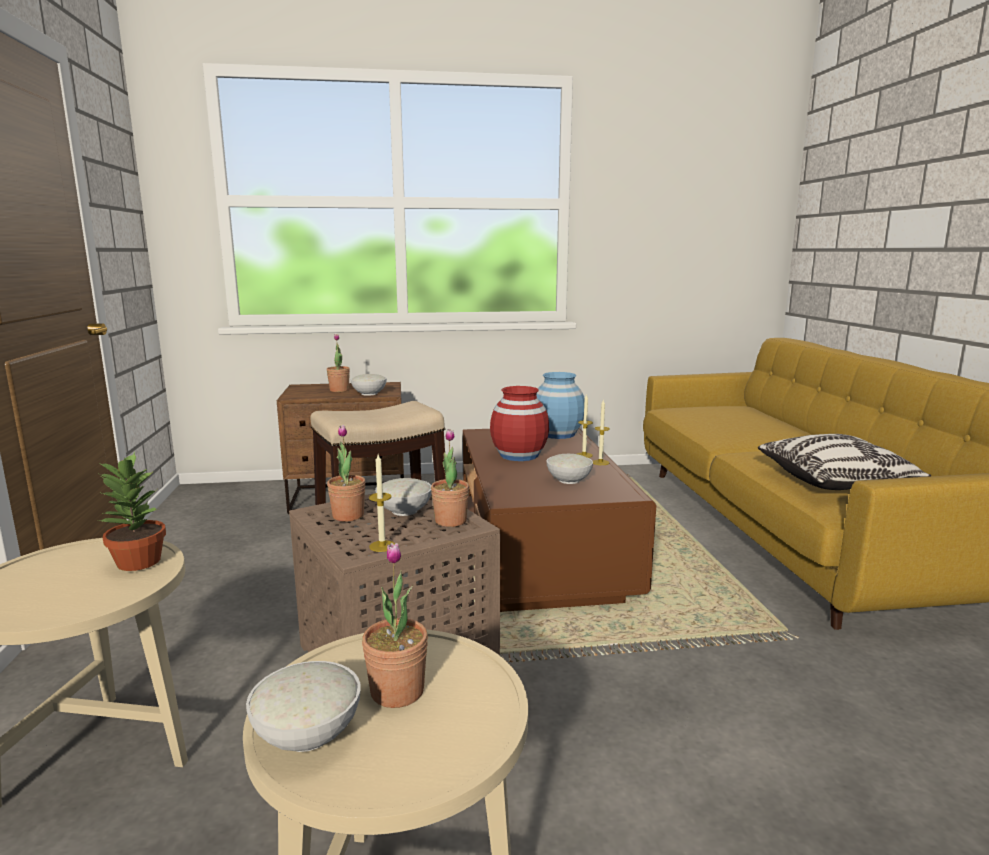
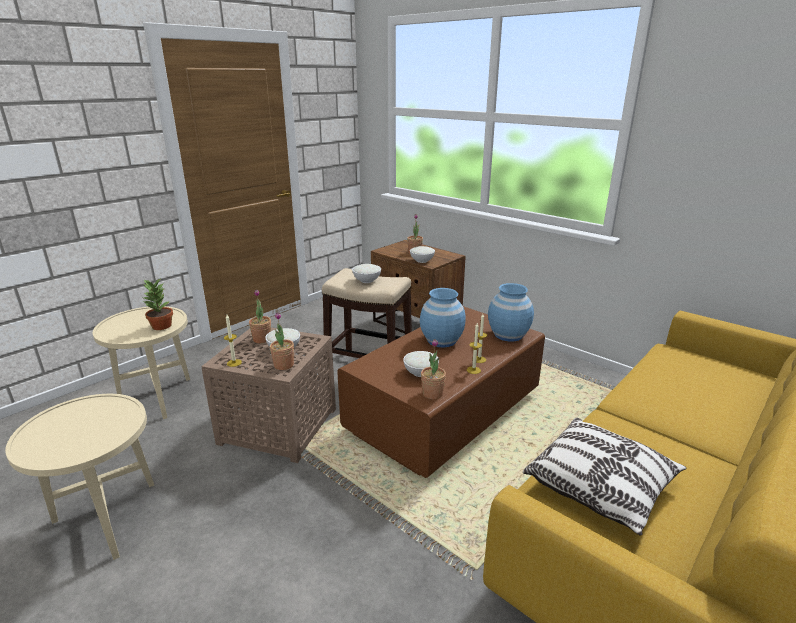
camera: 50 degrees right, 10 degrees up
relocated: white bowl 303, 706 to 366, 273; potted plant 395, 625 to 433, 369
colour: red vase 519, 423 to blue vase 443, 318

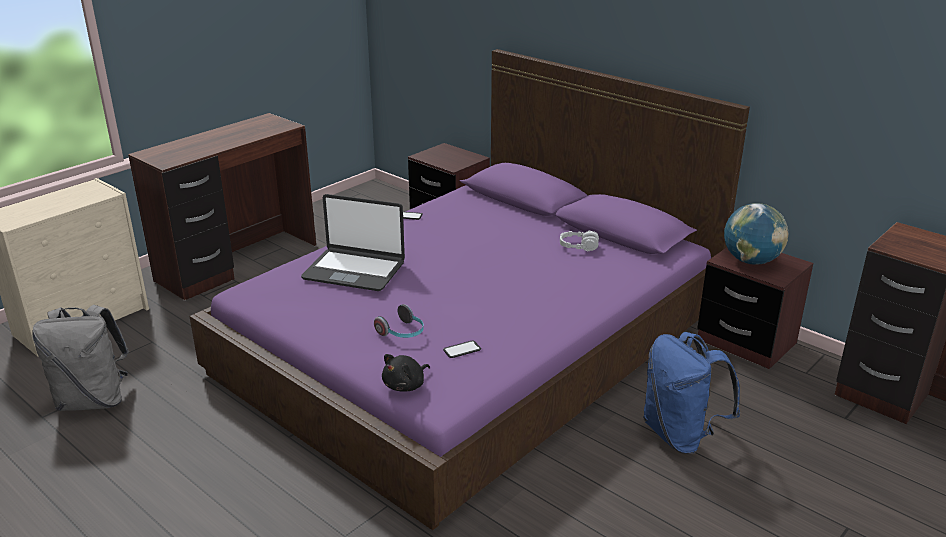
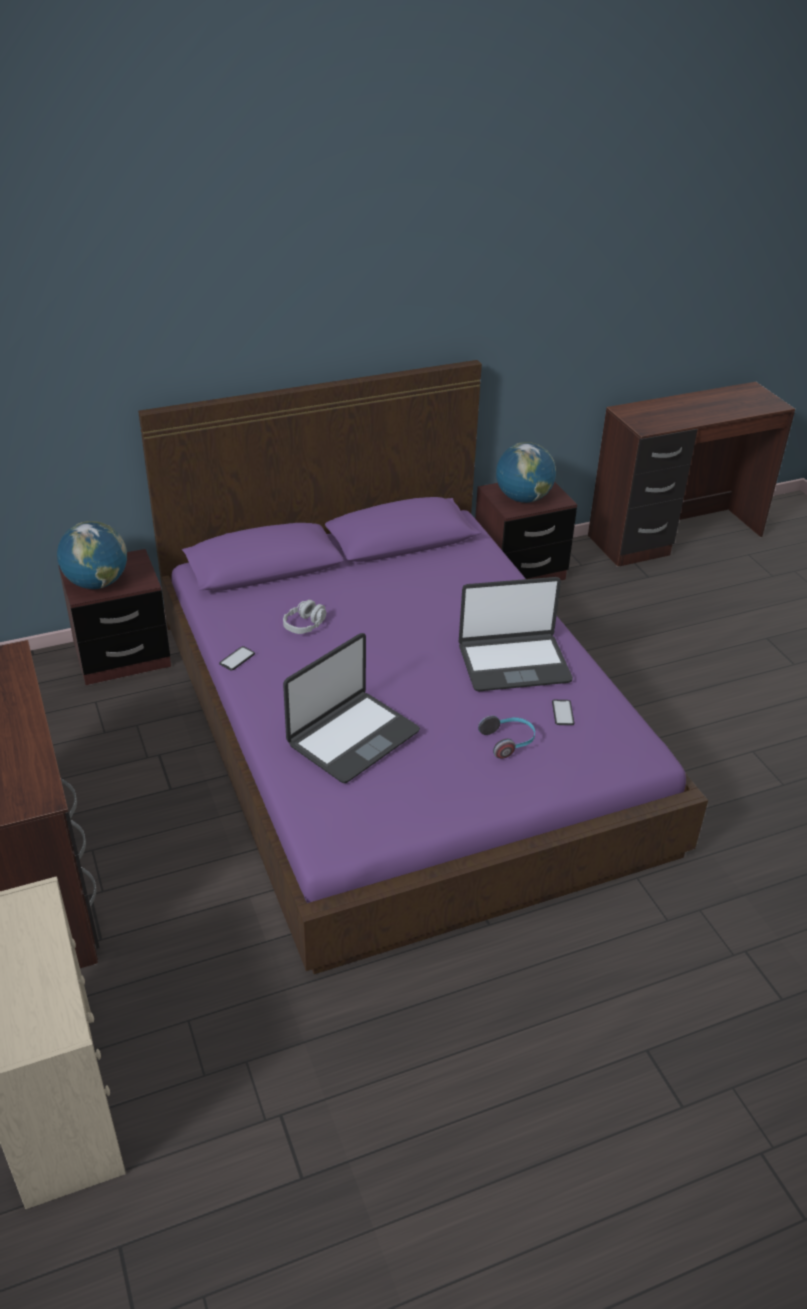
camera: 65 degrees left, 10 degrees up
missing: grey backpack 80, 358; black plush toy 406, 373; blue backpack 691, 393
appeared: globe 92, 555; laptop 516, 634
relocated: grey headphones 579, 241 to 305, 616

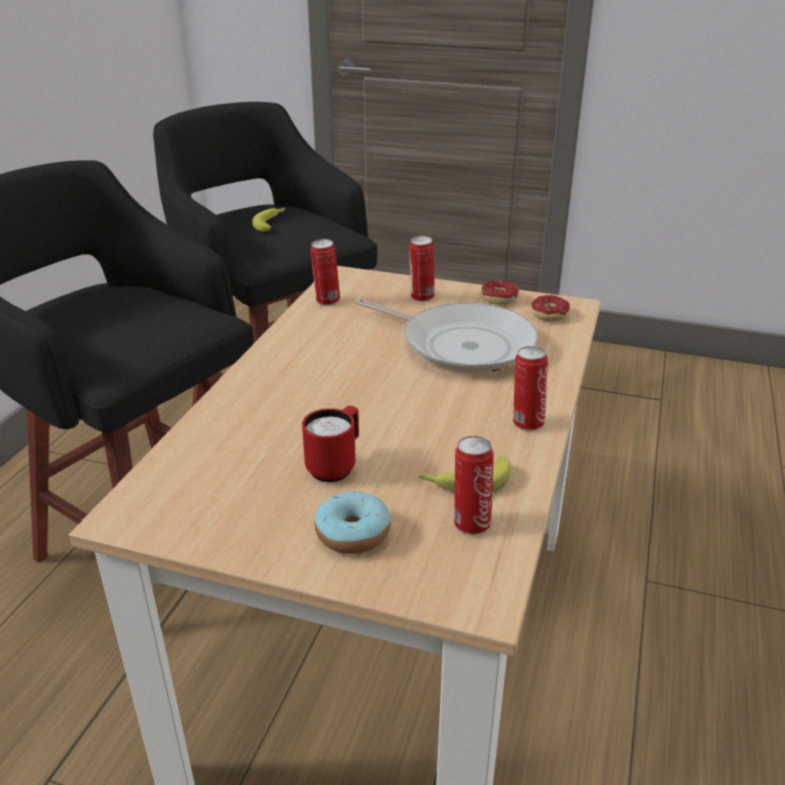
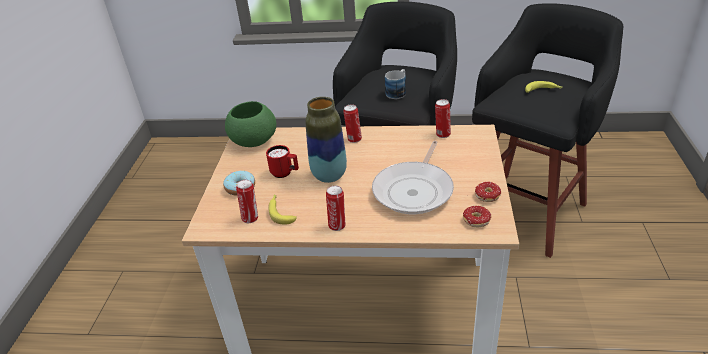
camera: 80 degrees right, 5 degrees up
appeared: green bowl 250, 124; vase 326, 140; mug 395, 84
relocated: can 422, 269 to 352, 124

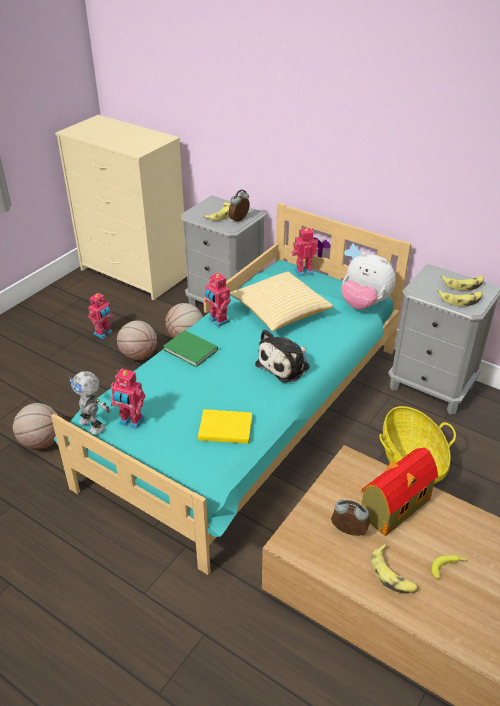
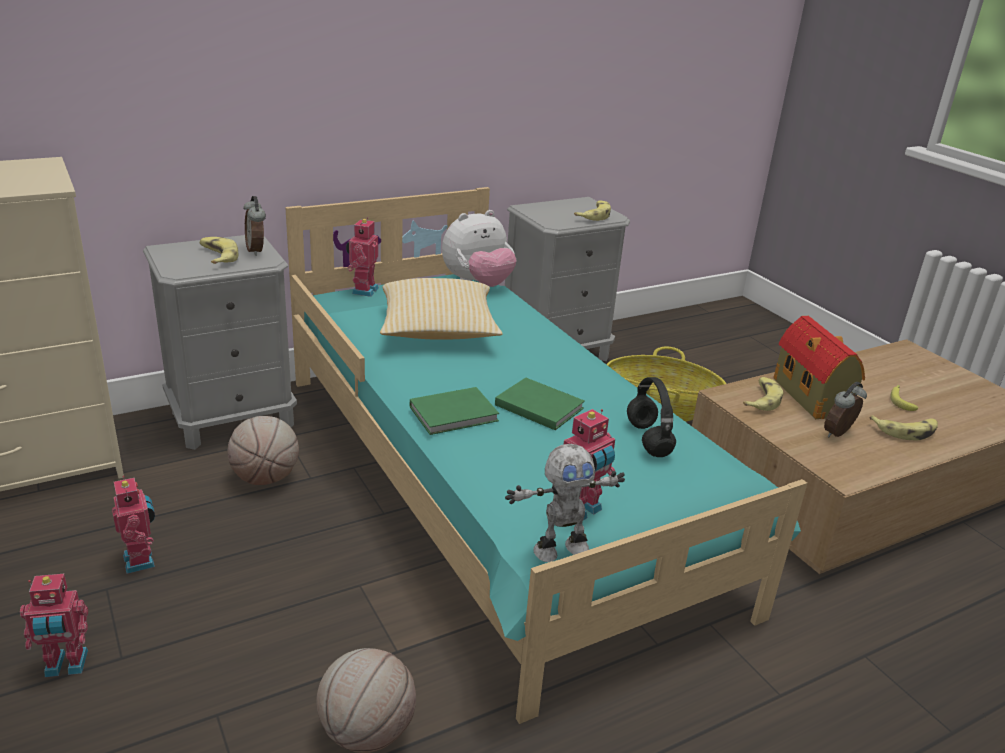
camera: 65 degrees left, 10 degrees down
missing: basketball 137, 340; plush toy 282, 356
appeared: green book 540, 404
relocated: toy robot 217, 299 to 54, 625; banana 462, 283 to 763, 394
exchanged: yellow book 225, 426 to black headphones 651, 417

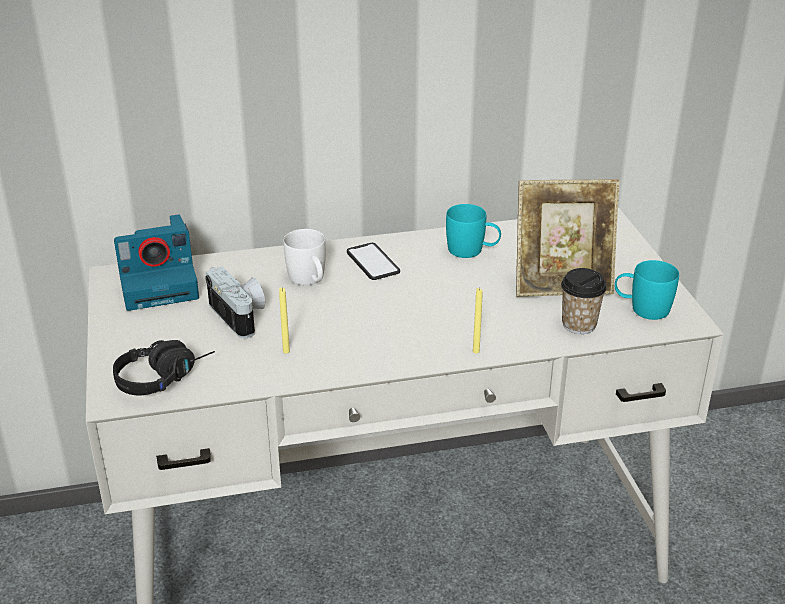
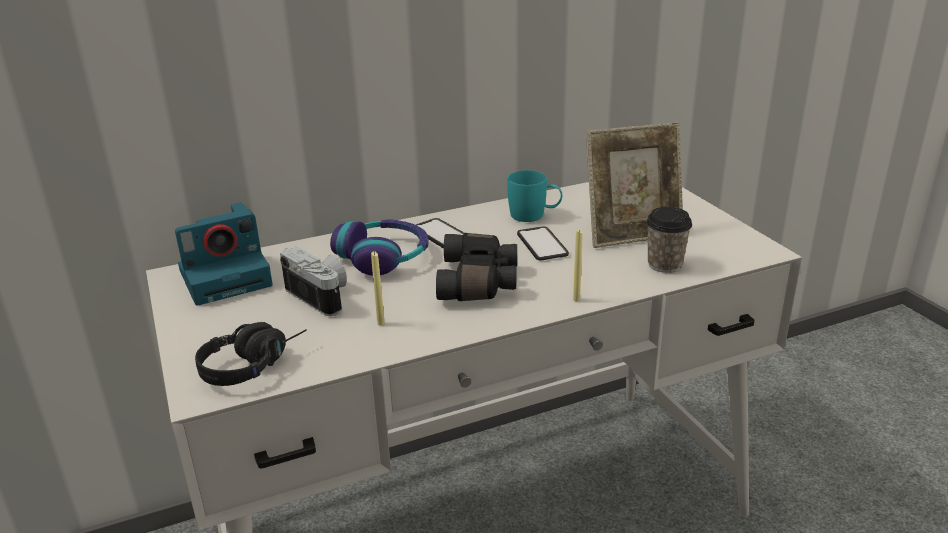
camera: 10 degrees left, 5 degrees down
missing: turquoise mug 647, 290
appeared: black binoculars 476, 267; phone 543, 243
exchanged: white mug 304, 257 to headphones 379, 247

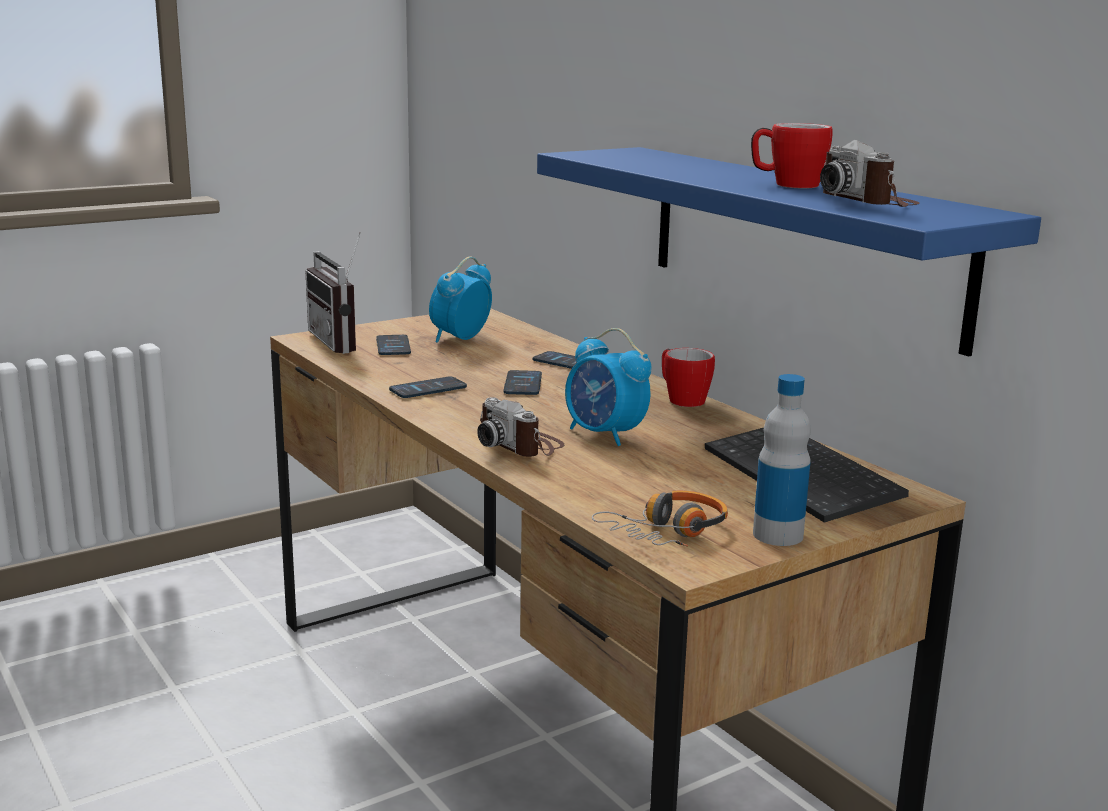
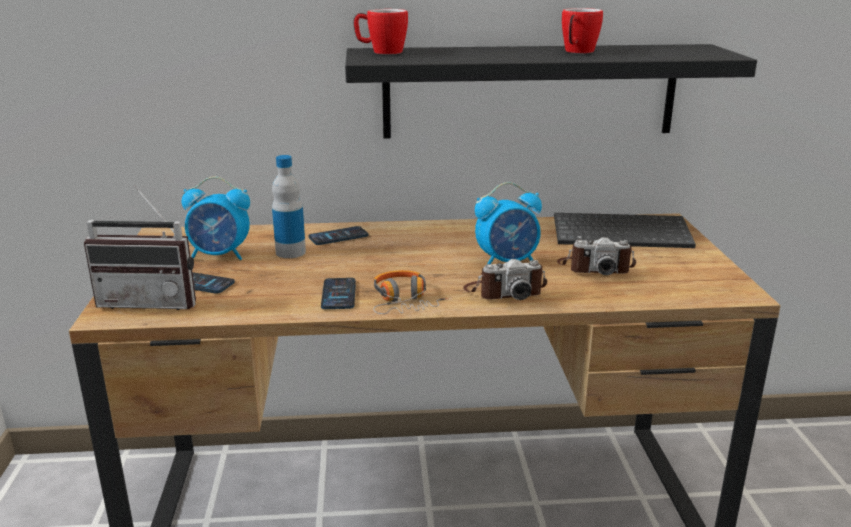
camera: 60 degrees left, 5 degrees up
missing: phone 523, 382
relocated: bottle 782, 460 to 289, 206; mug 688, 377 to 381, 32; headphones 660, 519 to 411, 292; photo camera 870, 173 to 596, 256
colour: blue shelf 789, 252 to black shelf 551, 91
spun: alarm clock 460, 300 = 216, 218 60 degrees counterclockwise

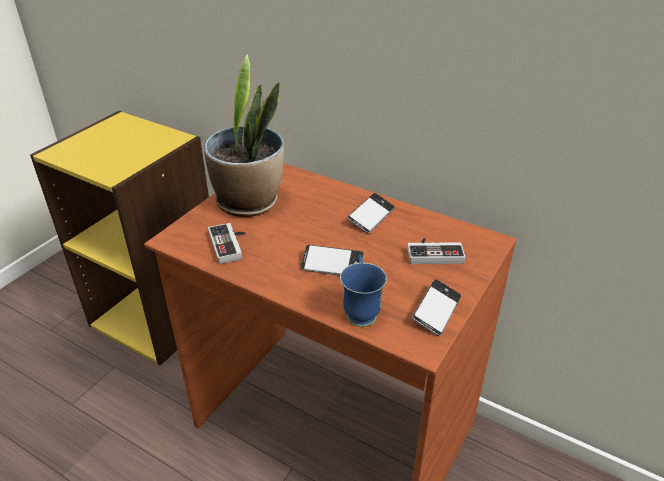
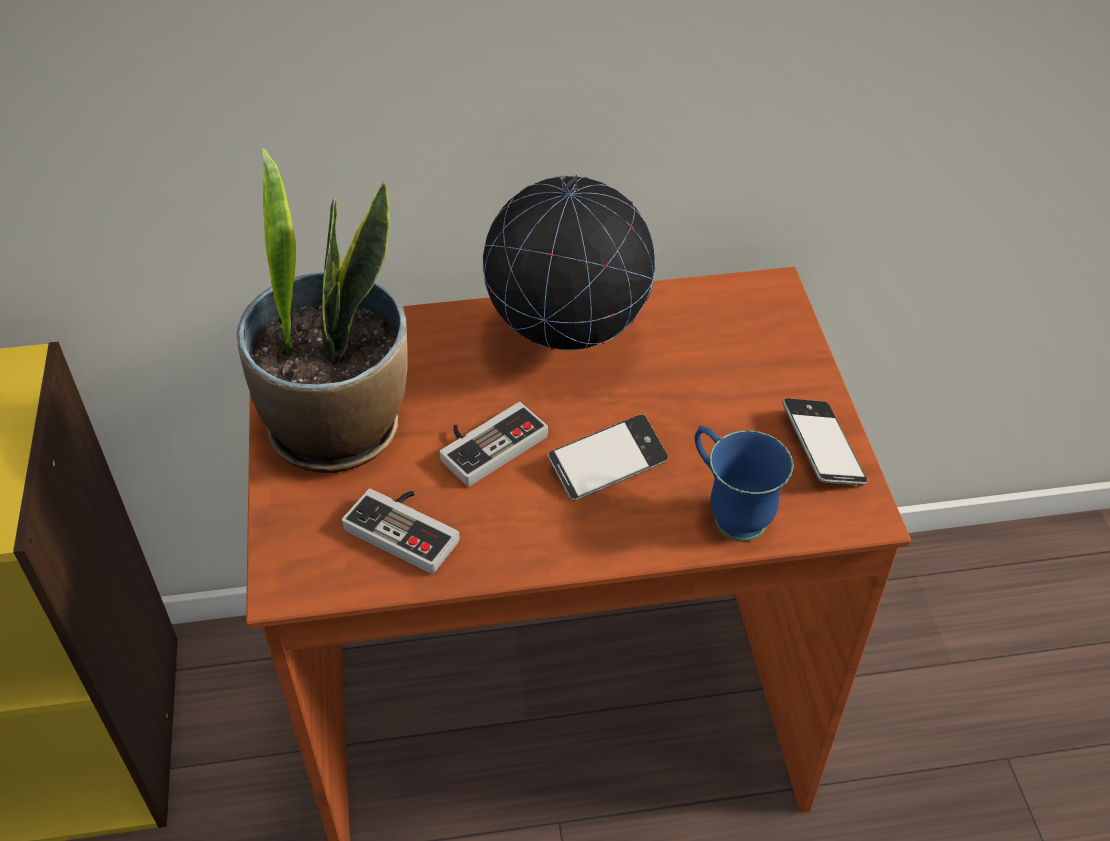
camera: 40 degrees left, 10 degrees up
relocated: game controller 436, 251 to 493, 444
exchanged: phone 371, 213 to globe 569, 262

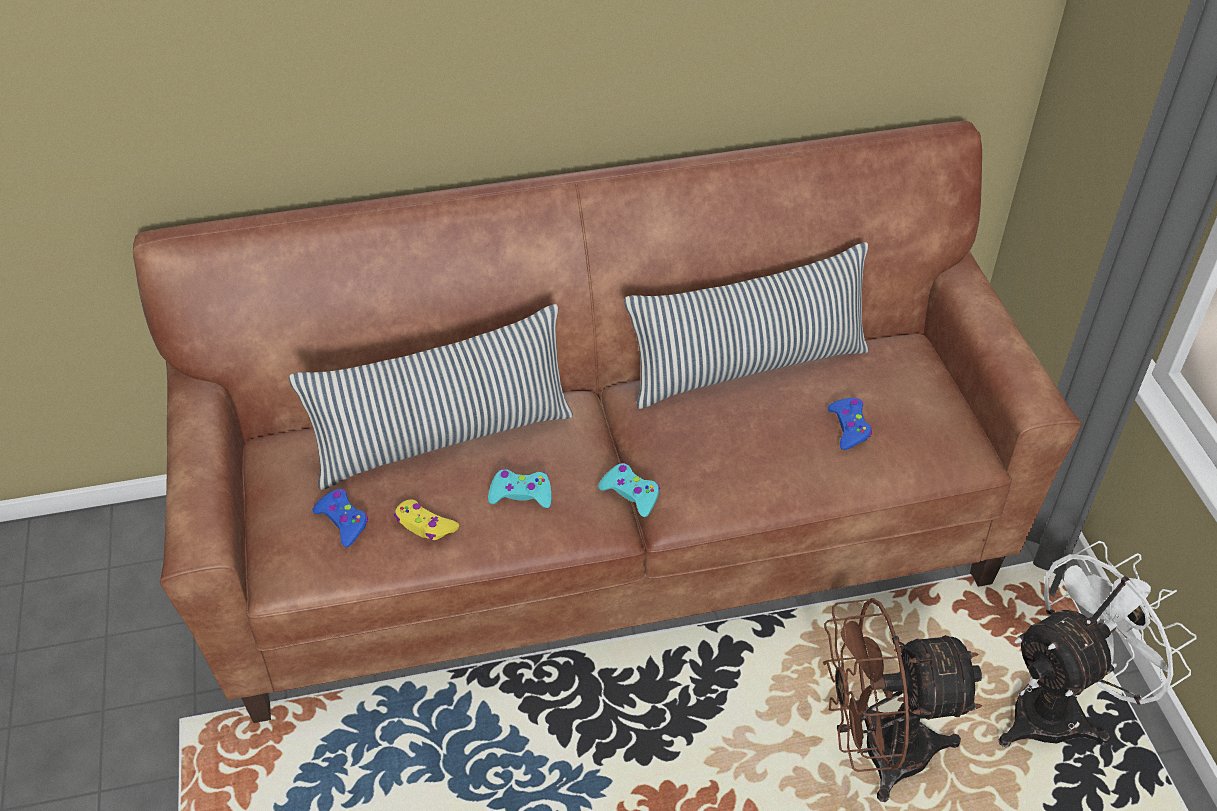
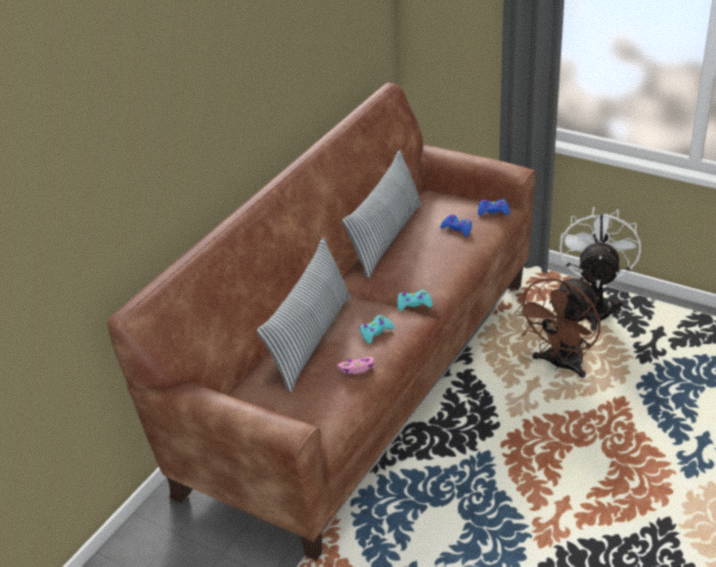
camera: 45 degrees left, 10 degrees down
relocated: blue game controller 340, 518 to 494, 207
colour: yellow game controller 426, 519 to pink game controller 355, 365

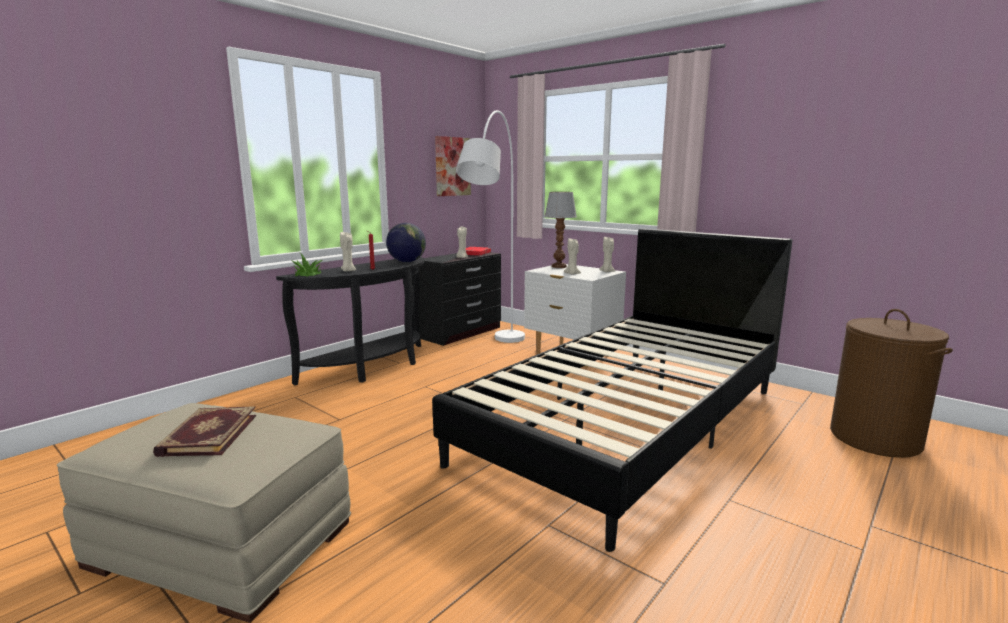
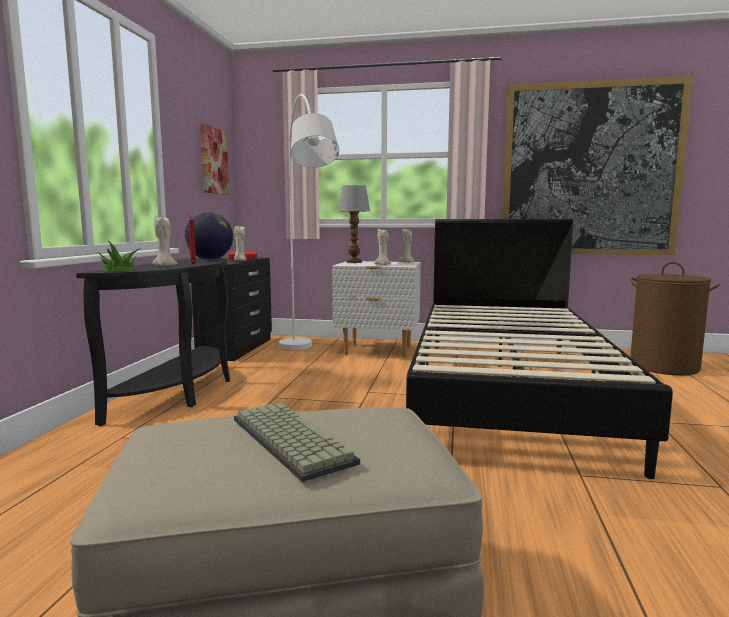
camera: 30 degrees left, 5 degrees down
appeared: picture 597, 165
exchanged: book 204, 431 to keyboard 297, 442

